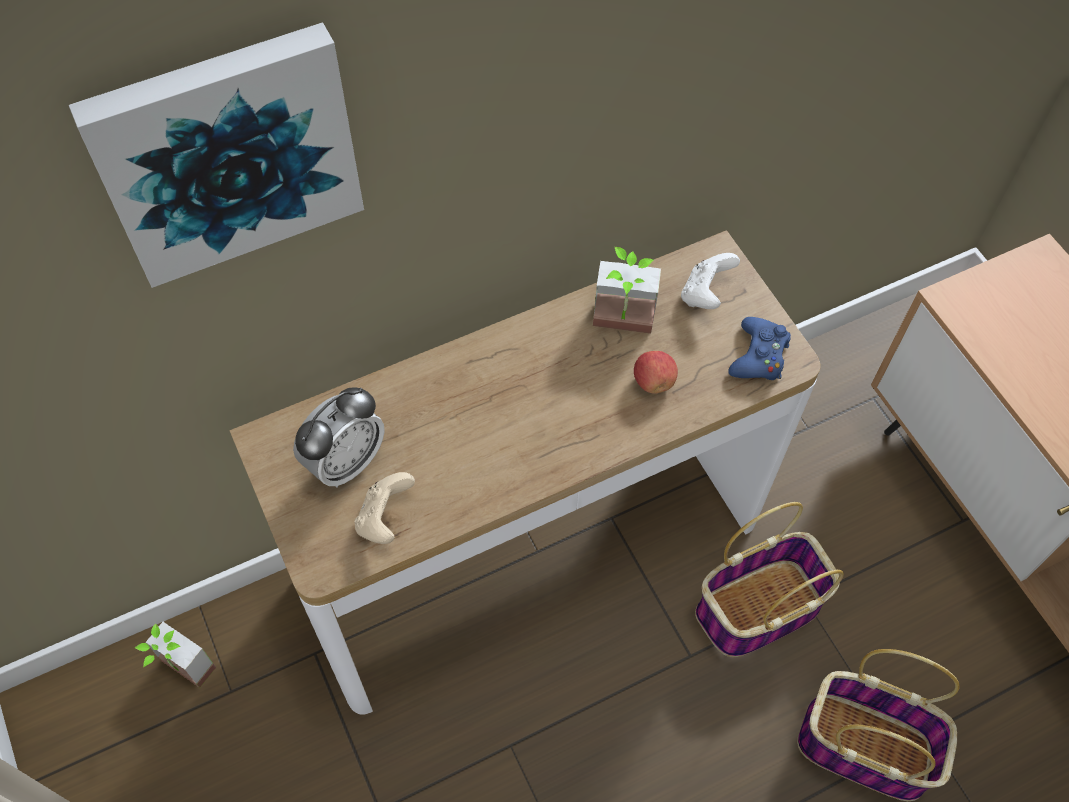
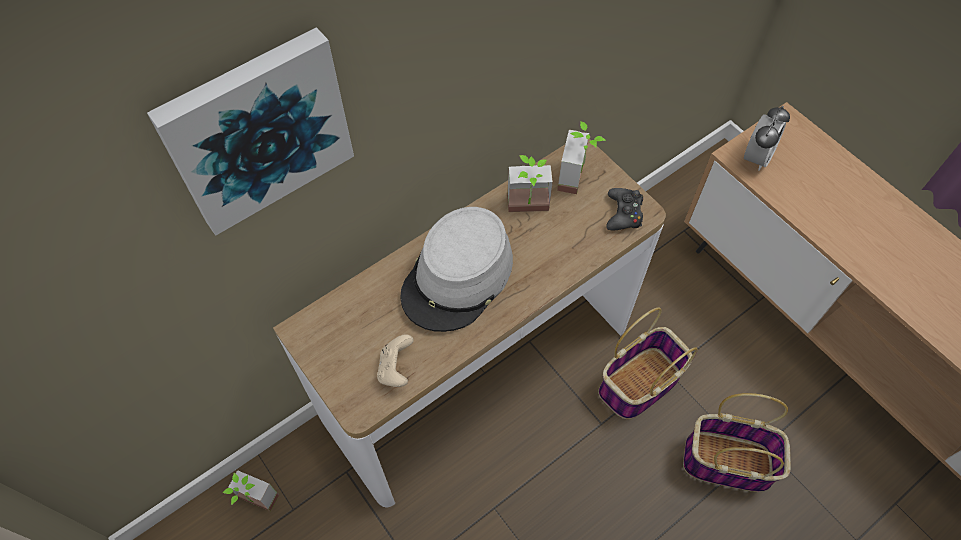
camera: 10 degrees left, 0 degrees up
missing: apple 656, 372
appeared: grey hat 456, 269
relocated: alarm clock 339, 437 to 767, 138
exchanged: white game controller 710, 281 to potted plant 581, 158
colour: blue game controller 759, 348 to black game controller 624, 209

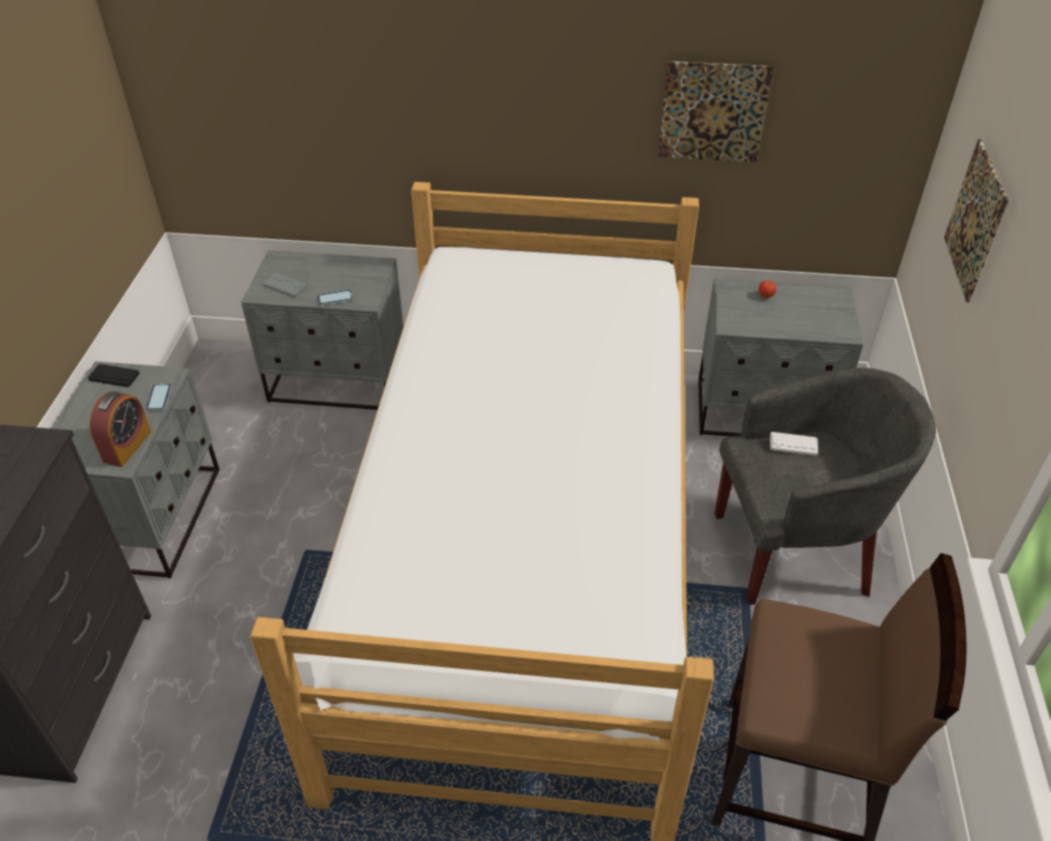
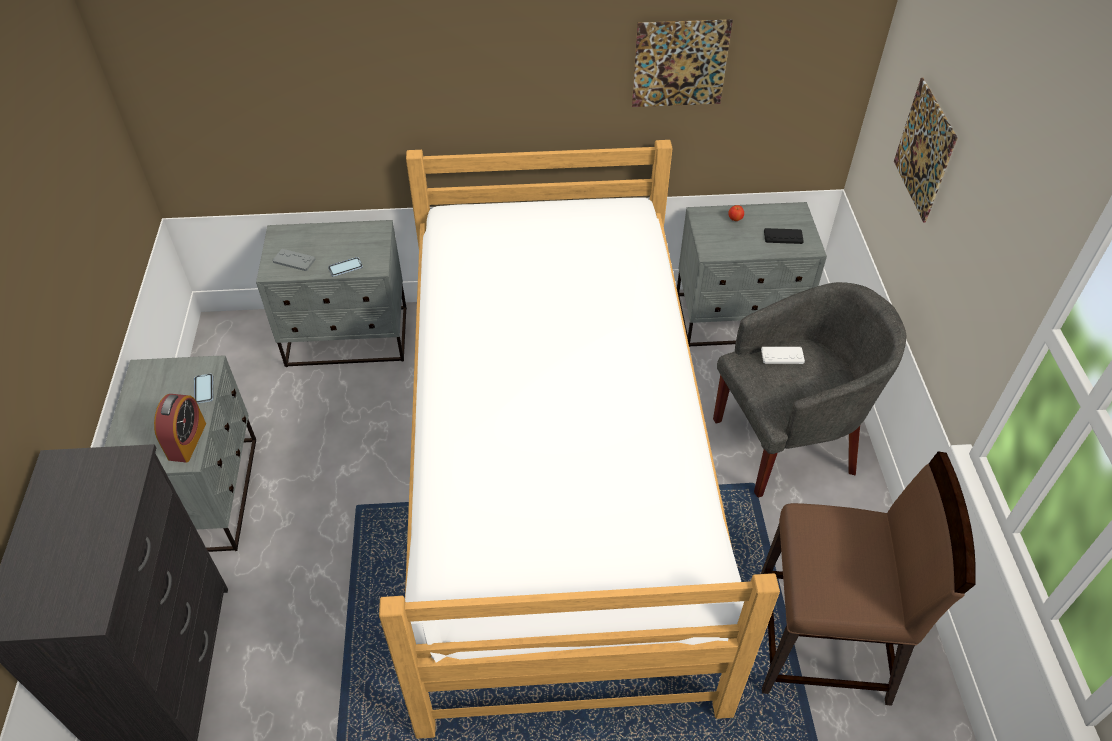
camera: 10 degrees left, 5 degrees up
relocated: black game controller 114, 375 to 784, 236

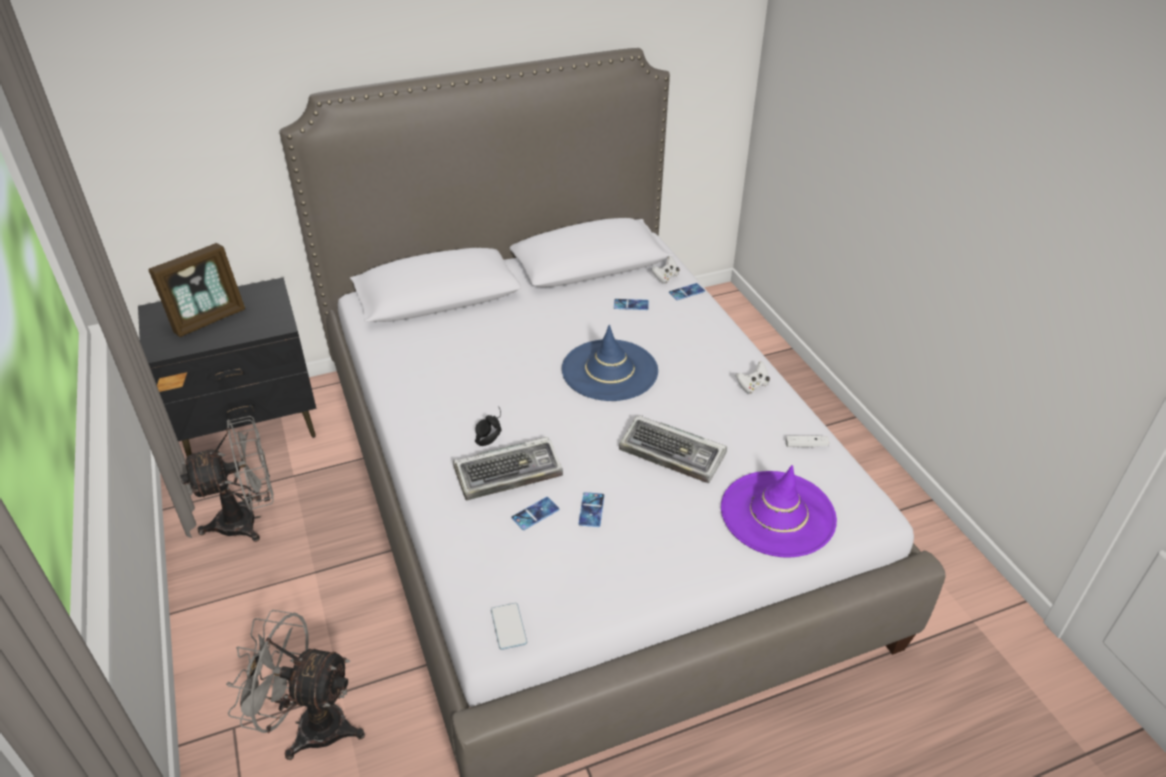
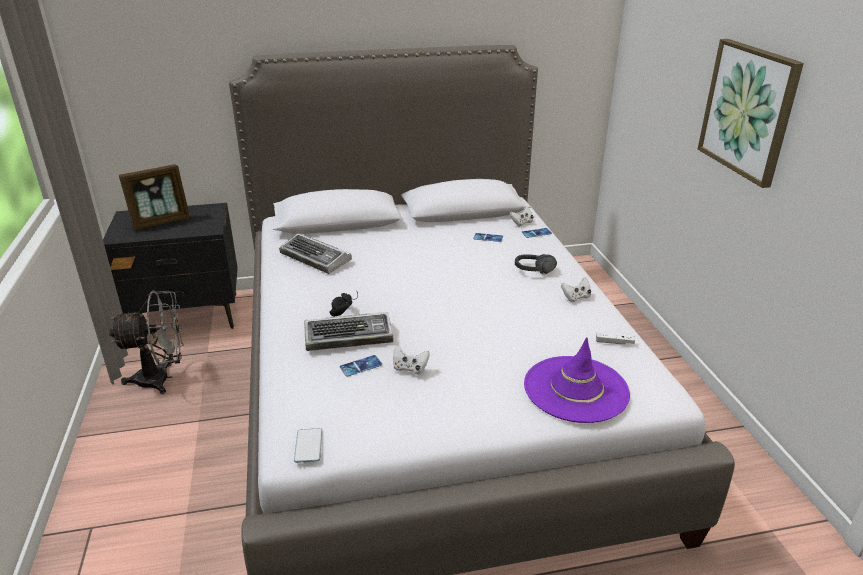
camera: 10 degrees right, 10 degrees down
missing: grey fan 295, 685; blue hat 610, 363
appeared: black headphones 536, 264; picture 751, 113
relocated: keyboard 673, 449 to 315, 254
exchanged: phone 591, 509 to white game controller 411, 360

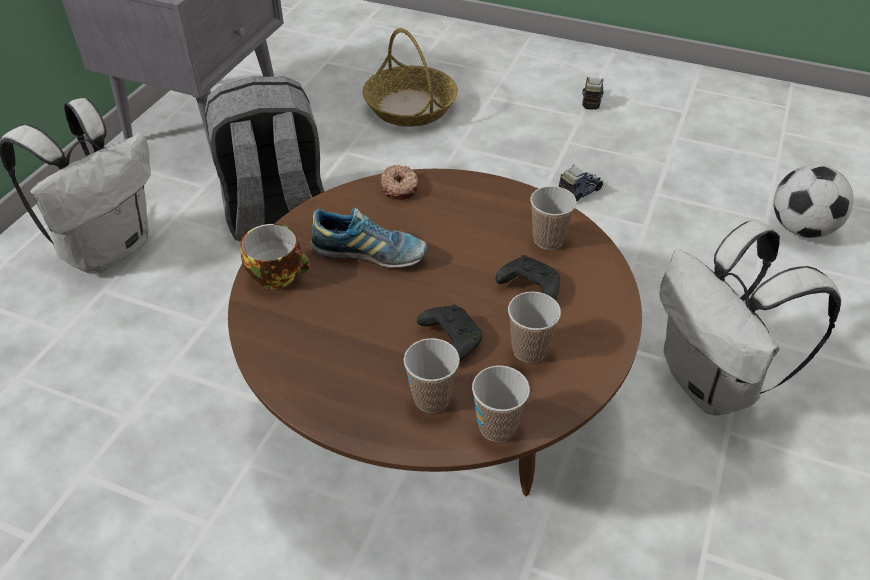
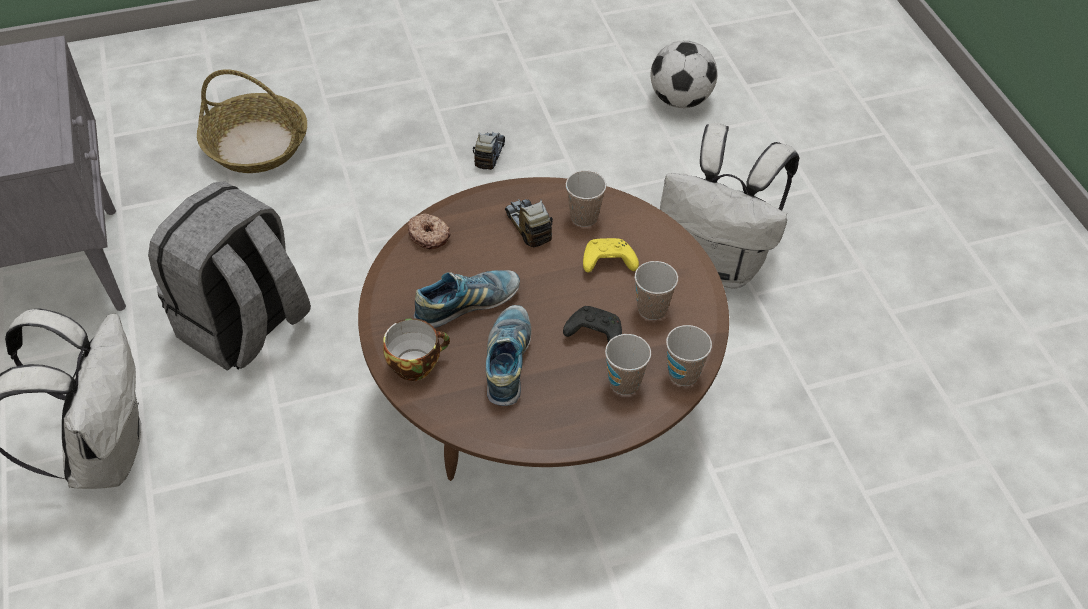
camera: 40 degrees left, 5 degrees up
appeared: shoe 508, 355
relocated: toy truck 593, 93 to 529, 223
colour: black game controller 527, 277 to yellow game controller 611, 255

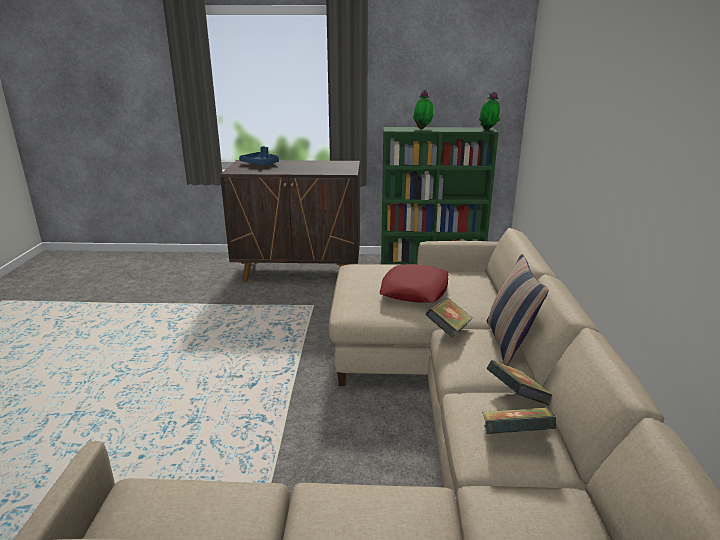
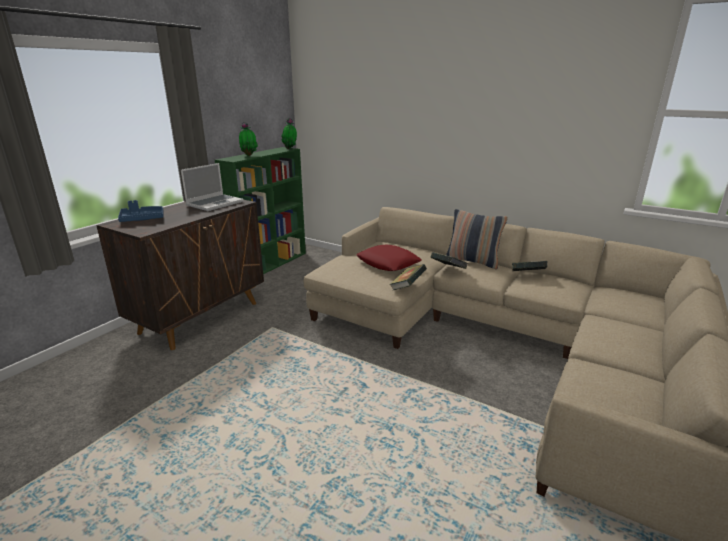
camera: 60 degrees left, 0 degrees up
appeared: laptop 212, 187
relocated: book 519, 421 to 408, 277

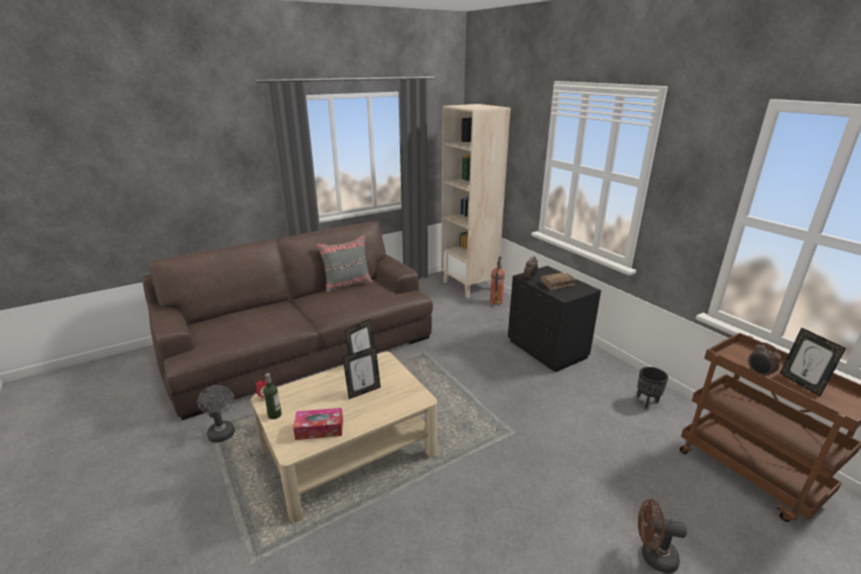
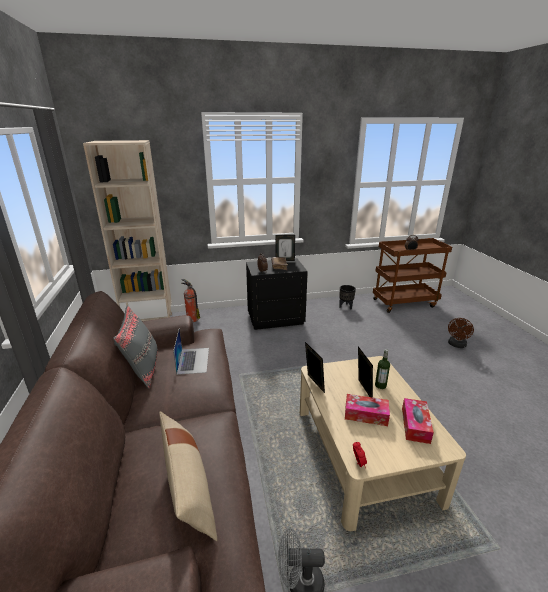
camera: 70 degrees left, 0 degrees up
appeared: beige pillow 188, 476; laptop 191, 352; tissue box 367, 410
relocated: picture frame 813, 361 to 285, 248; bottle 272, 396 to 382, 369

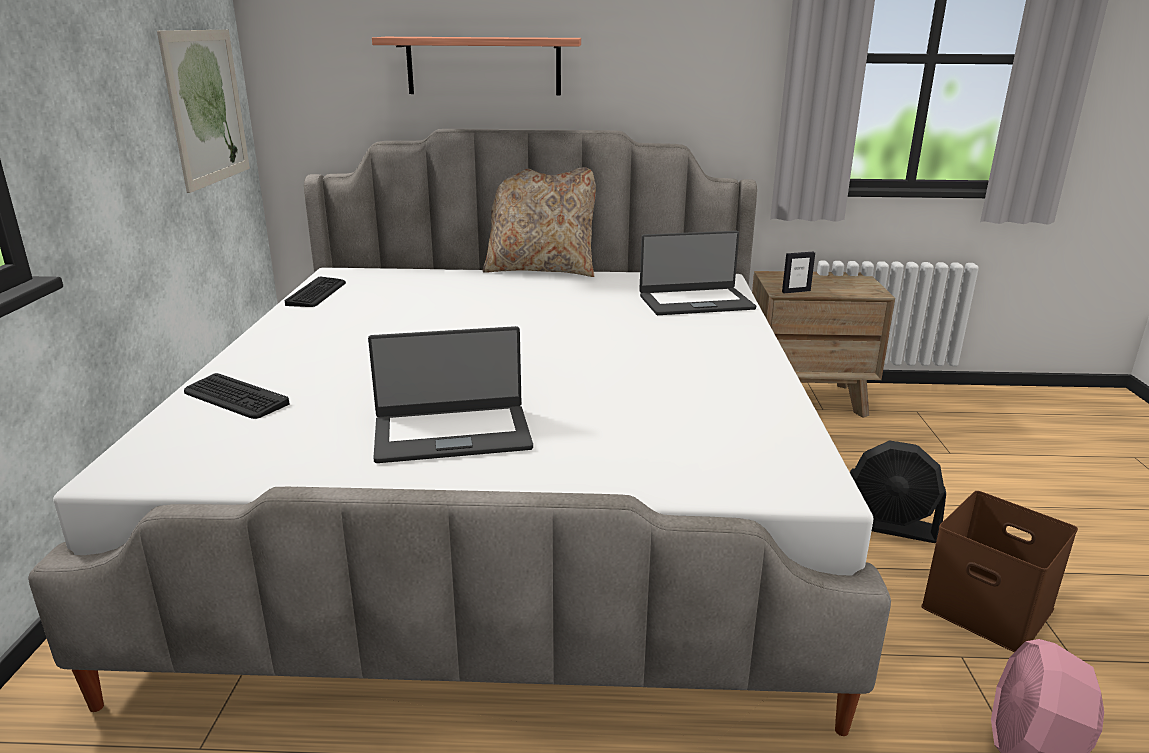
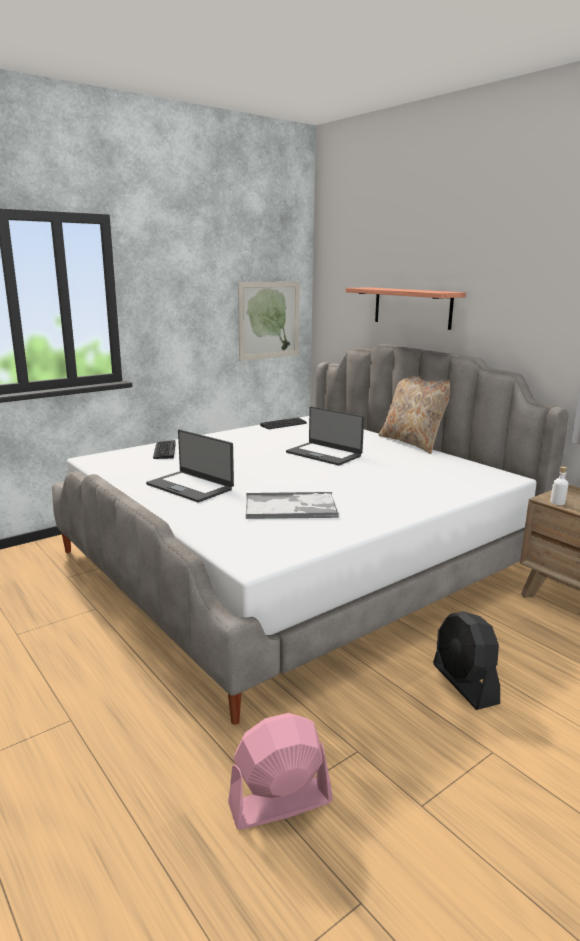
camera: 50 degrees right, 5 degrees down
missing: brown storage box 999, 571
appeared: tray 292, 505
relocated: laptop 697, 273 to 325, 436
exchanged: picture frame 798, 272 to white bottle 559, 486

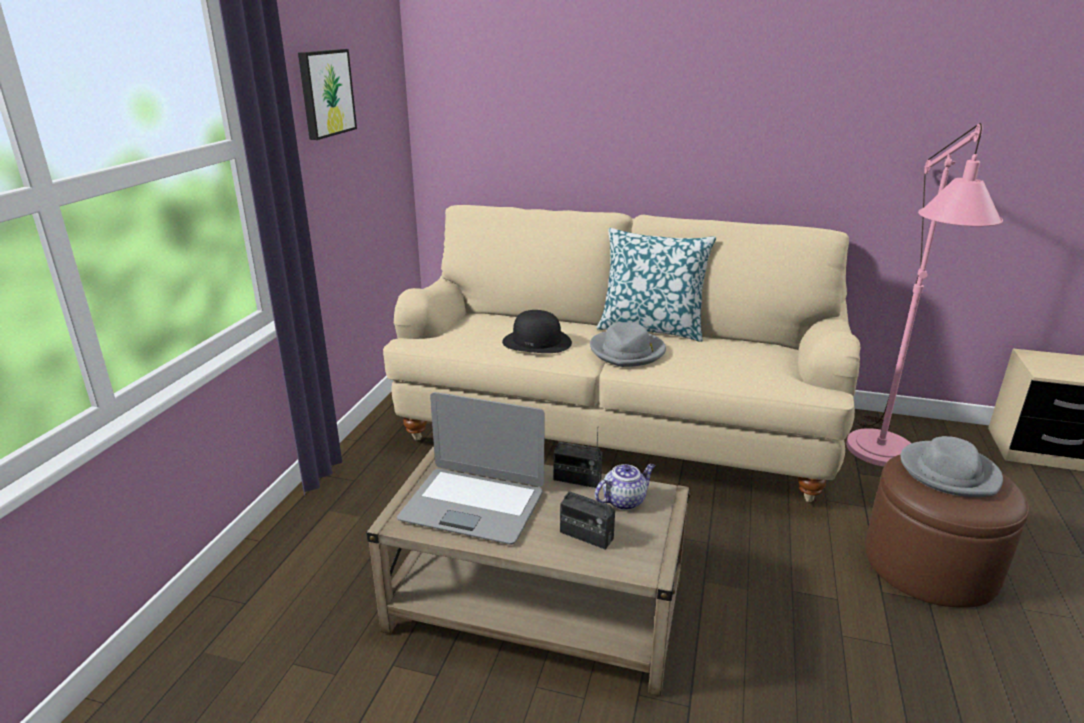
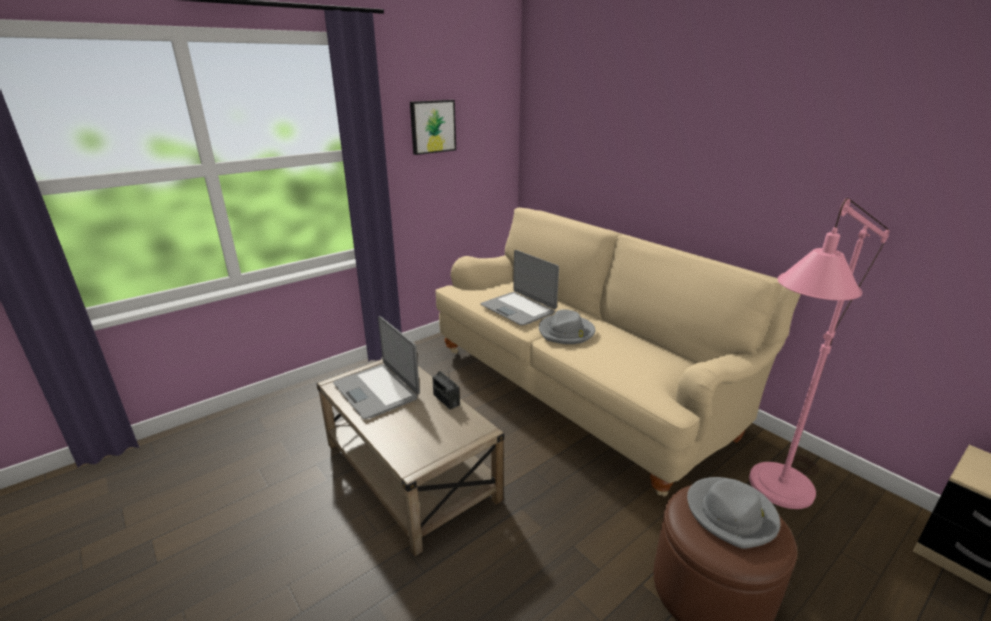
camera: 35 degrees right, 0 degrees up
missing: radio 587, 515; teapot 625, 487; pillow 656, 285
exchanged: black hat 537, 331 to laptop 519, 287

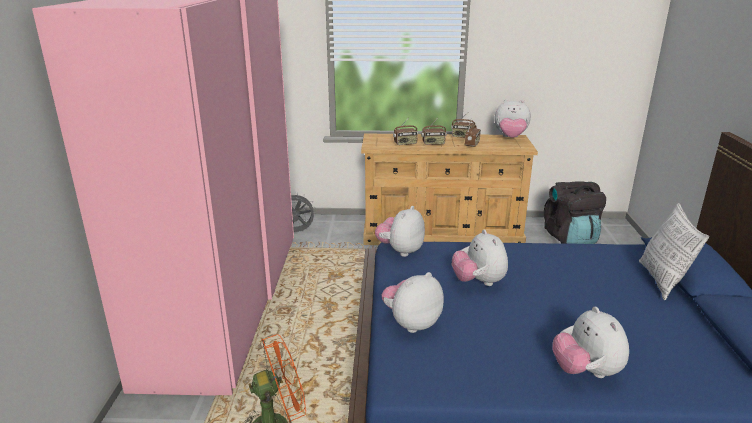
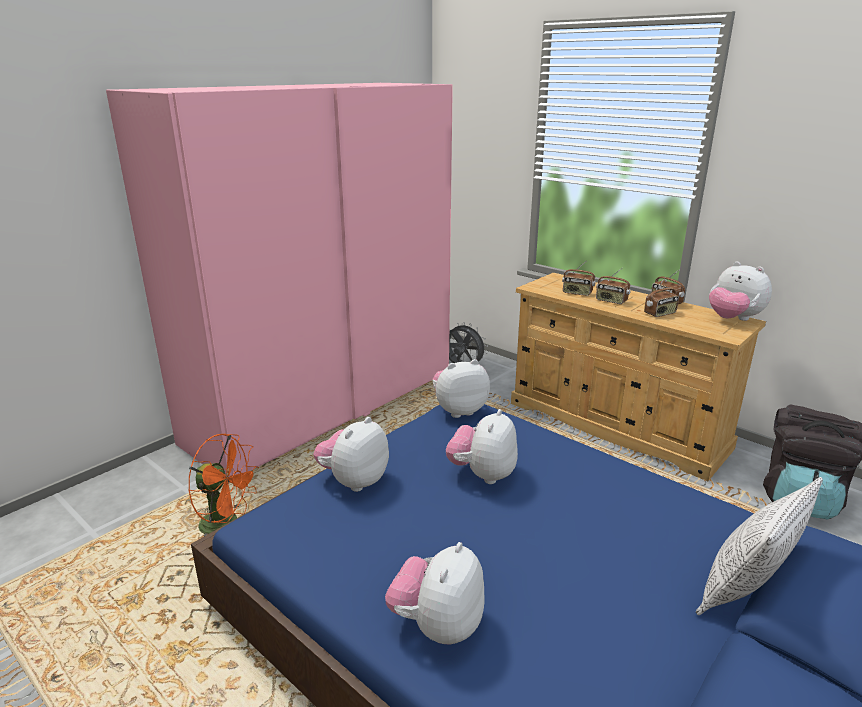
camera: 40 degrees right, 0 degrees up
spun: plush toy 412, 302 = 351, 454 60 degrees counterclockwise

